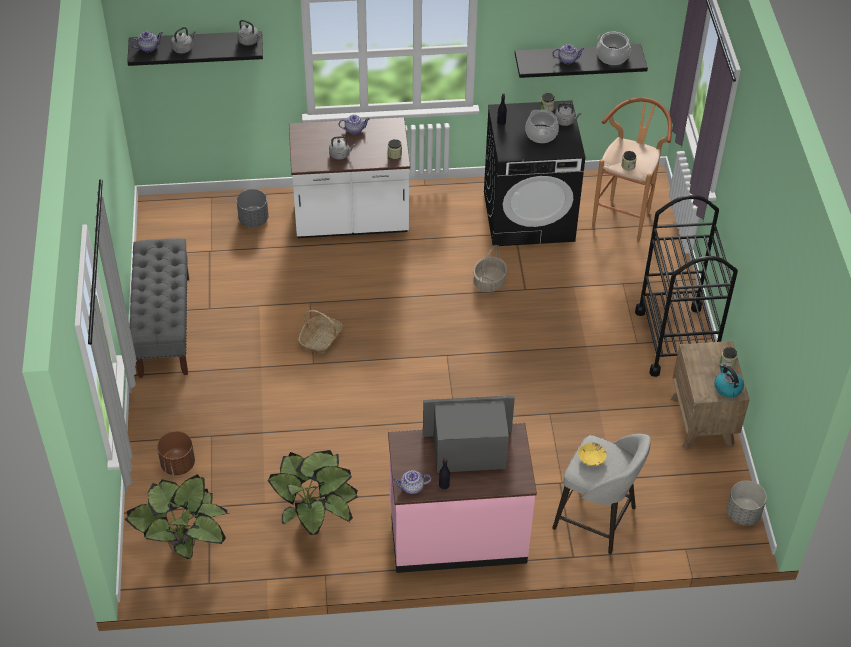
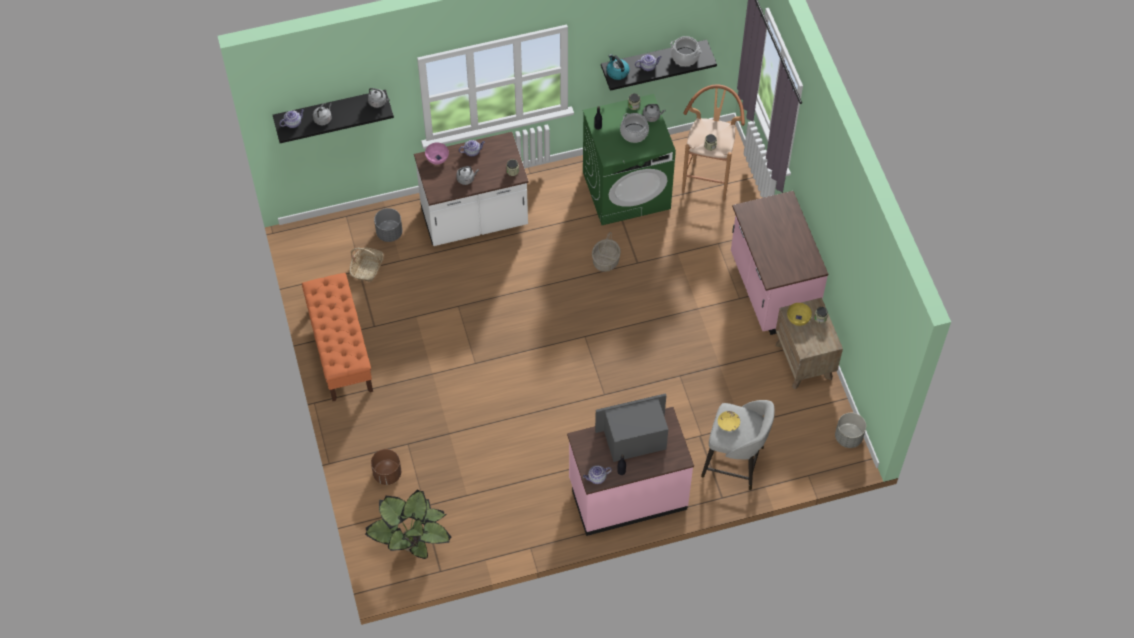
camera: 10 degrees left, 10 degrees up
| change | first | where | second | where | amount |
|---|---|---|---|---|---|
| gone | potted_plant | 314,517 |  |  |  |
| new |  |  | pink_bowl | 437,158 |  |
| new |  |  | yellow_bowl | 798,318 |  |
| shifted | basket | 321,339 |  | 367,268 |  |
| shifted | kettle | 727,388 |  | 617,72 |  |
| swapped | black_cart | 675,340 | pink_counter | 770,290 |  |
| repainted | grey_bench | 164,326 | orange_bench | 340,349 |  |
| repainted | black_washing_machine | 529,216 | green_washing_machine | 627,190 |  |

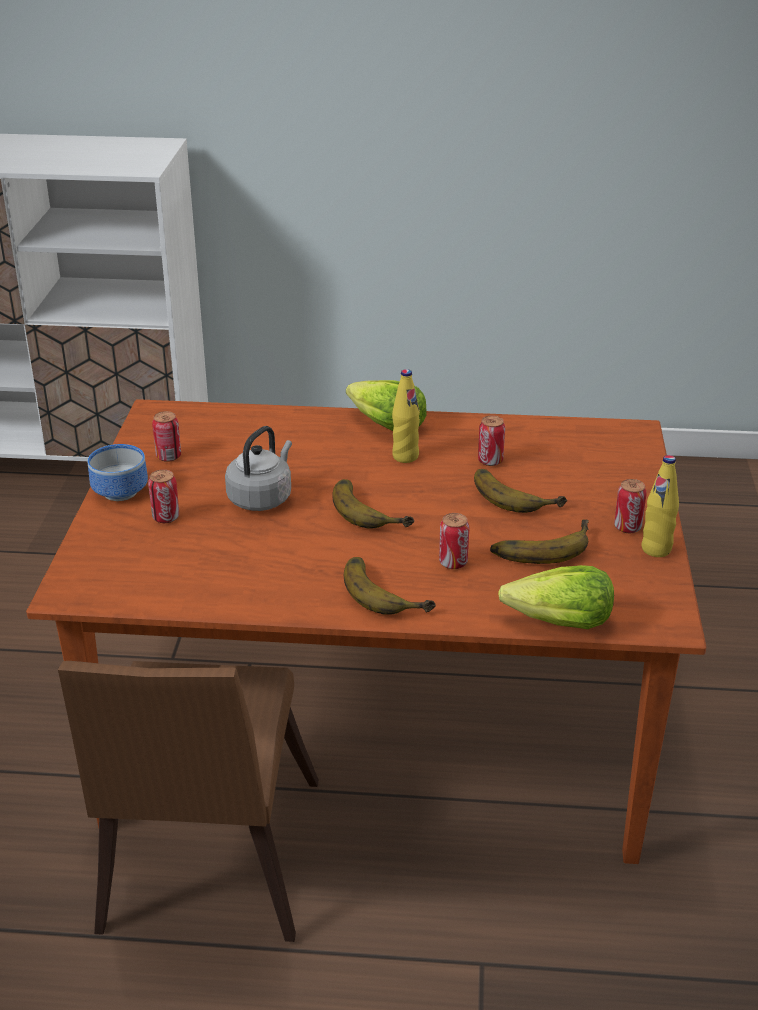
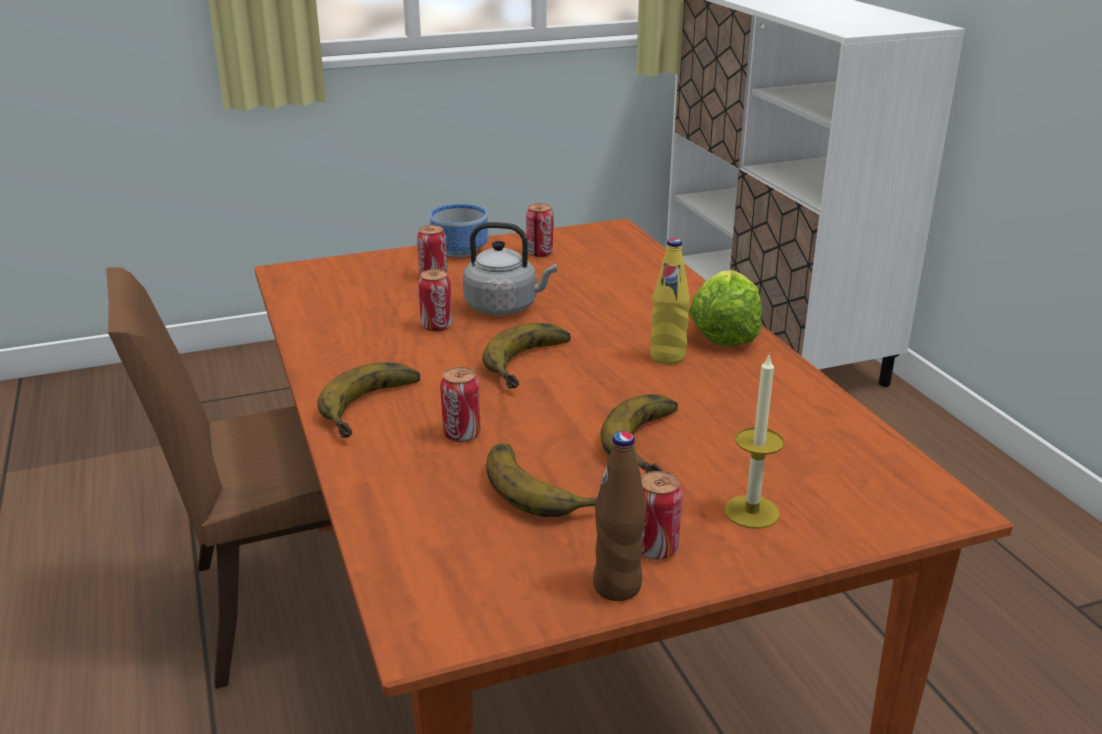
camera: 65 degrees right, 5 degrees down
| change | first | where | second | where | amount |
|---|---|---|---|---|---|
| gone | lettuce | 560,623 |  |  |  |
| new |  |  | candle | 751,512 |  |
| shifted | can | 490,461 |  | 436,326 |  |
| repainted | yellow_bottle | 656,549 | brown_bottle | 617,586 |  |

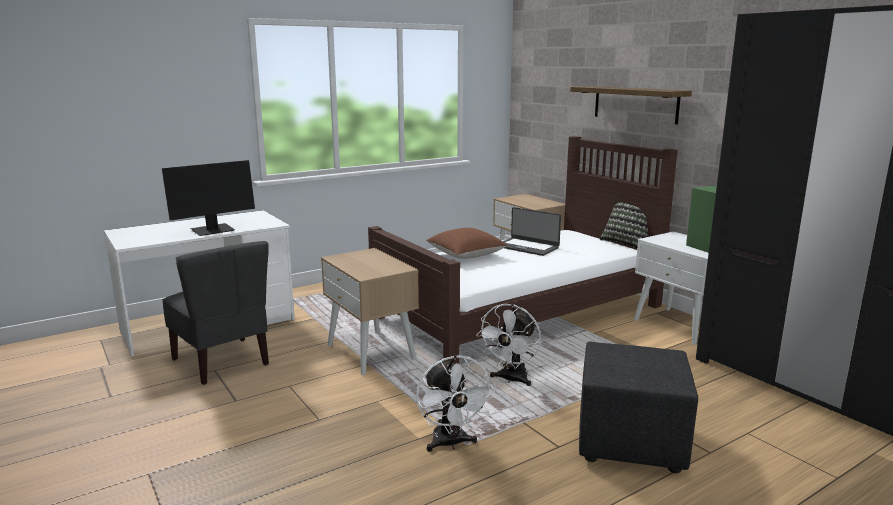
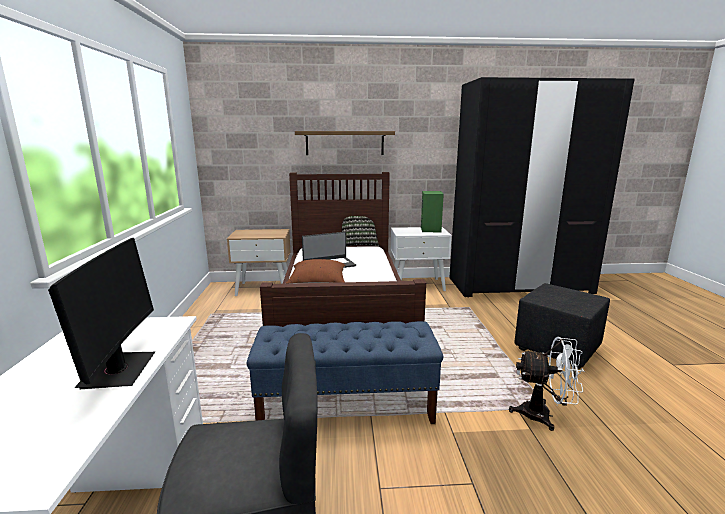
camera: 60 degrees left, 0 degrees up
| change | first | where | second | where | amount |
|---|---|---|---|---|---|
| gone | white_fan | 511,380 |  |  |  |
| swapped | beige_nightstand | 371,352 | blue_bench | 347,406 |  |

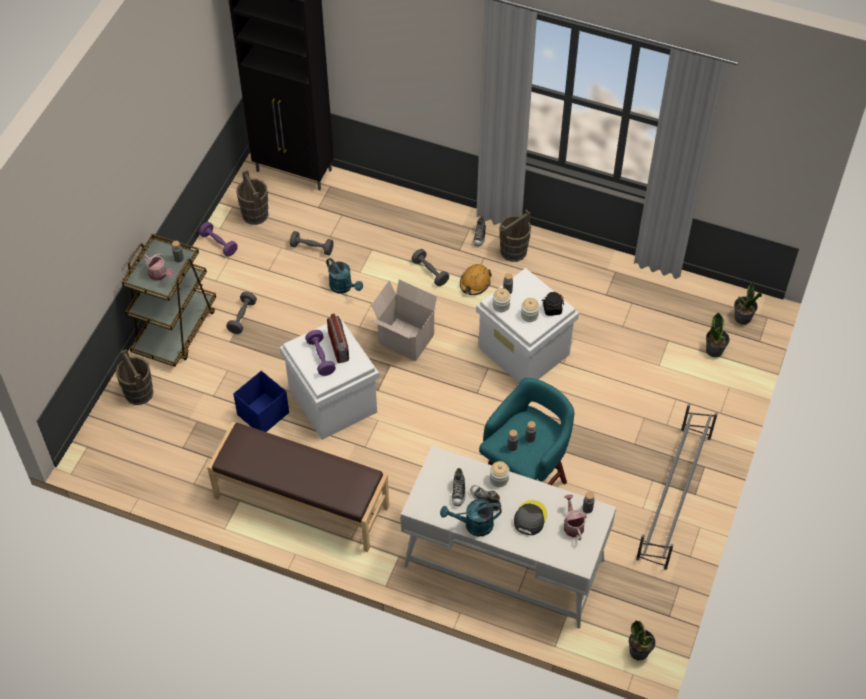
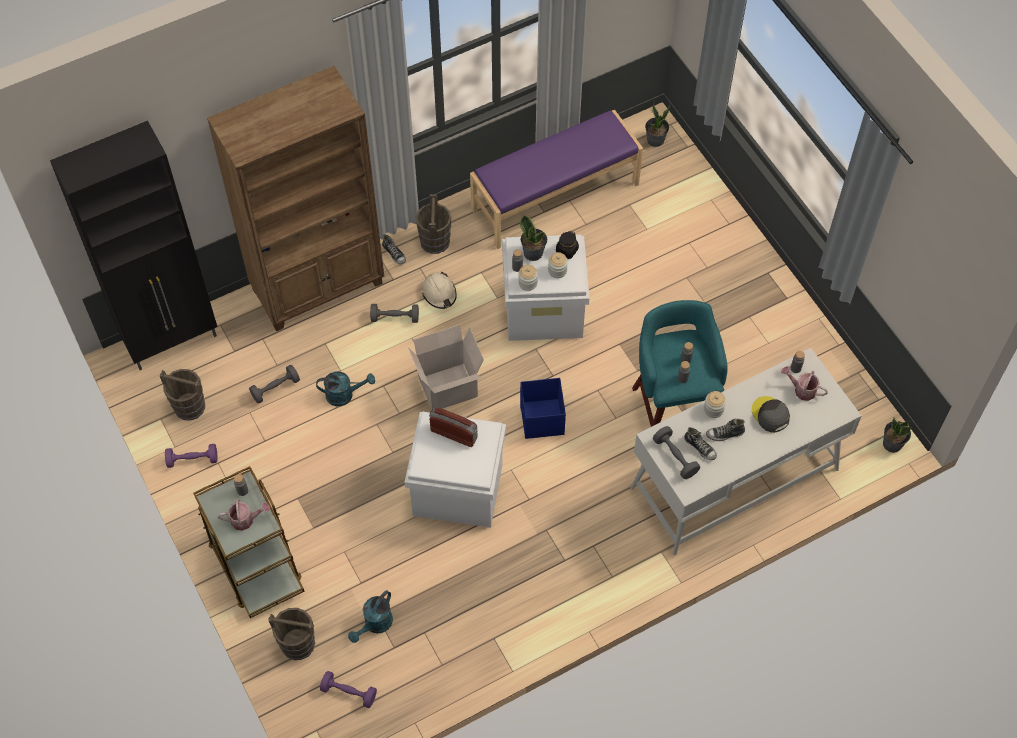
camera: 50 degrees left, 5 degrees up
| change | first | where | second | where | amount |
|---|---|---|---|---|---|
| gone | brown_bench | 301,503 |  |  |  |
| gone | grey_shoe_rack | 673,497 |  |  |  |
| new |  |  | brown_bookcase | 319,286 |  |
| new |  |  | purple_bench | 554,196 |  |
| shifted | grey_dumbbell | 242,317 |  | 675,457 |  |
| shifted | blue_storage_box | 262,414 |  | 541,419 |  |
| shifted | purple_dumbbell | 320,357 |  | 349,692 |  |
| shifted | turquoise_watering_can | 473,525 |  | 375,625 |  |
| shifted | potted_plant | 714,350 |  | 533,252 |  |
| repainted | orange_hard_hat | 475,283 | beige_hard_hat | 439,293 |  |

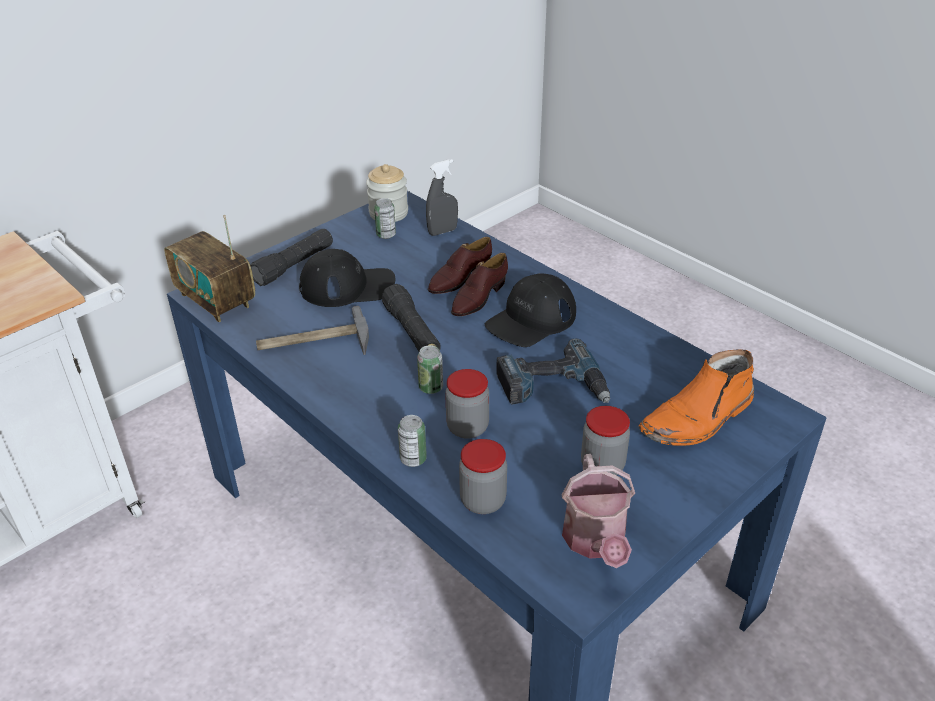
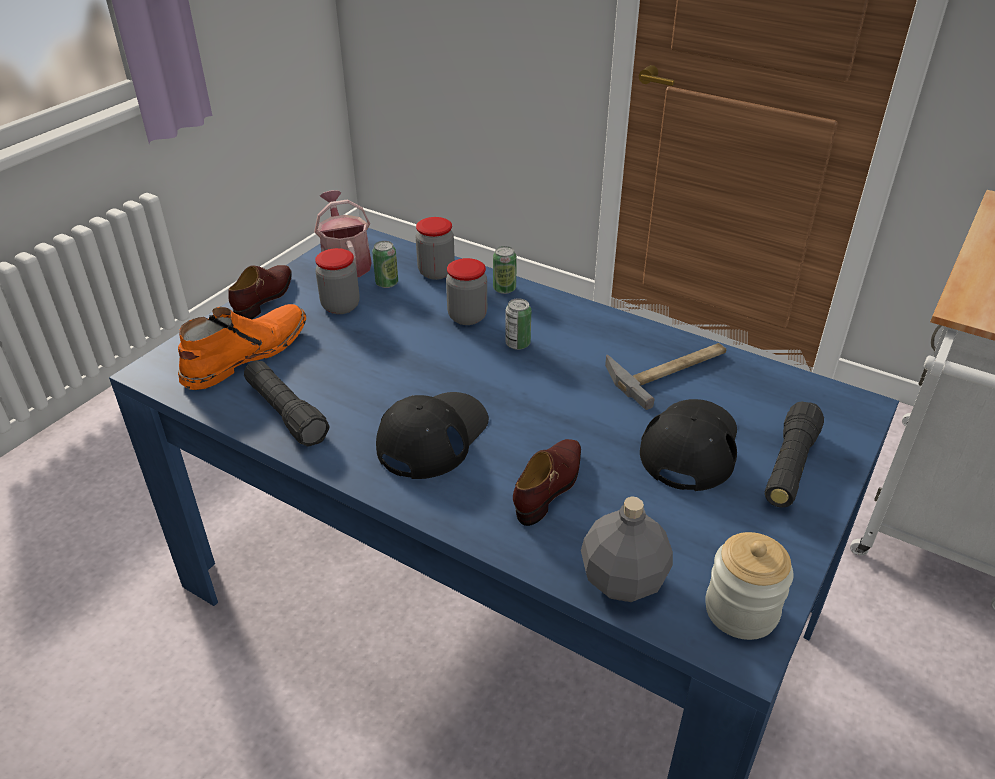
camera: 165 degrees right, 0 degrees up
| change | first | where | second | where | amount |
|---|---|---|---|---|---|
| gone | radio | 216,300 |  |  |  |
| gone | power_drill | 552,387 |  |  |  |
| shifted | can | 386,235 |  | 387,283 |  |
| shifted | black_flashlight | 412,332 |  | 286,413 |  |
| shifted | brown_shoe | 478,297 |  | 265,298 |  |
| swapped | grey_spray_bottle | 442,231 | grey_bottle | 621,579 |  |
| rotated | black_cap | 347,286 |  | 690,446 | 135 degrees clockwise |

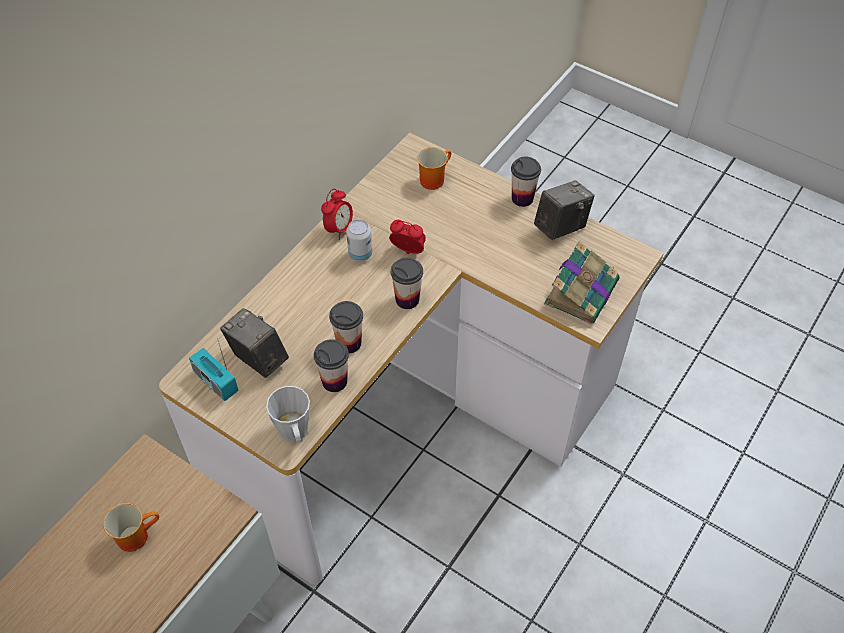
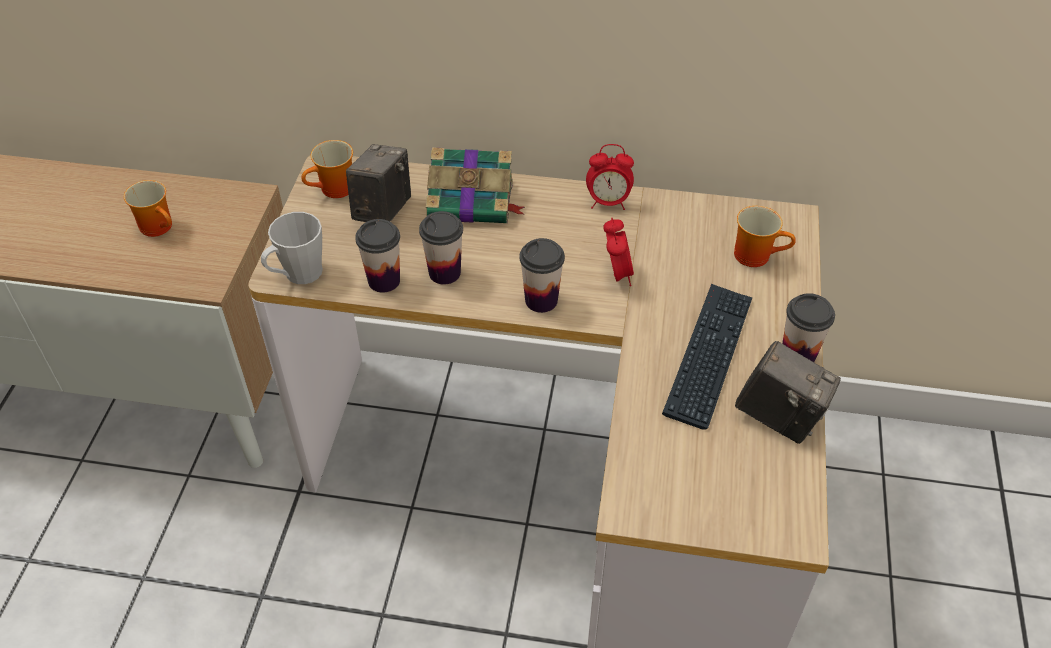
camera: 65 degrees right, 5 degrees down
| change | first | where | second | where | amount |
|---|---|---|---|---|---|
| gone | can | 360,254 |  |  |  |
| new |  |  | keyboard | 708,355 |  |
| shifted | book | 582,291 |  | 473,201 |  |
| swapped | radio | 216,382 | mug | 335,190 |  |

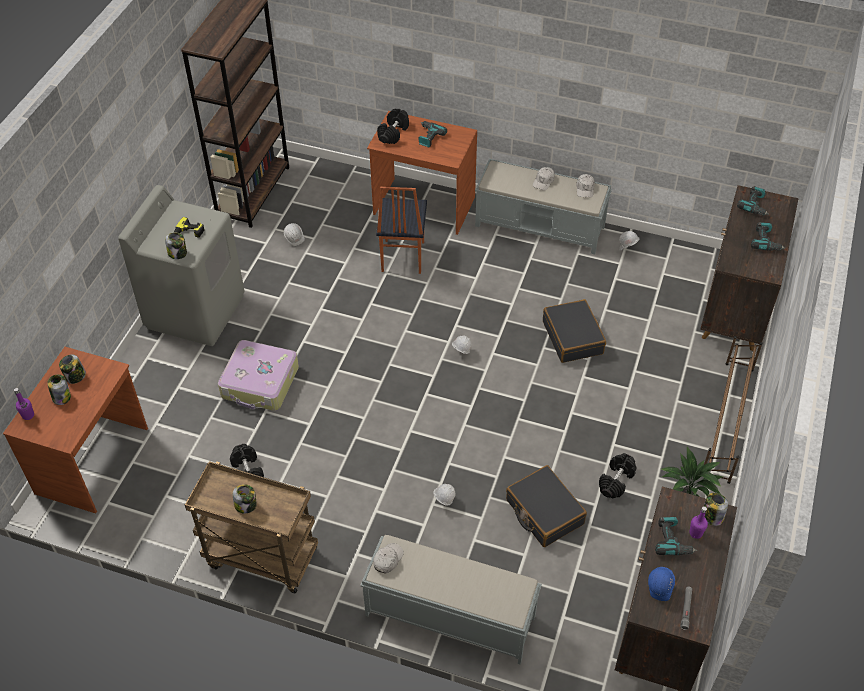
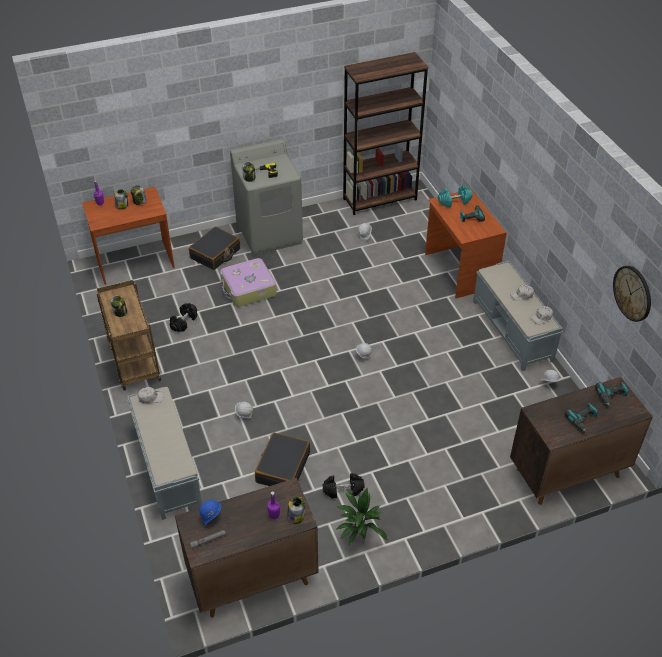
camera: 50 degrees right, 5 degrees down
| change | first | where | second | where | amount |
|---|---|---|---|---|---|
| gone | chair | 402,257 |  |  |  |
| gone | power_drill | 672,541 |  |  |  |
| gone | brown_shoe_rack | 727,421 |  |  |  |
| new |  |  | wall_clock | 632,293 |  |
| shifted | black_suitcase | 573,337 |  | 215,254 |  |
| repainted | black_dumbbell | 393,133 | turquoise_dumbbell | 454,202 |  |

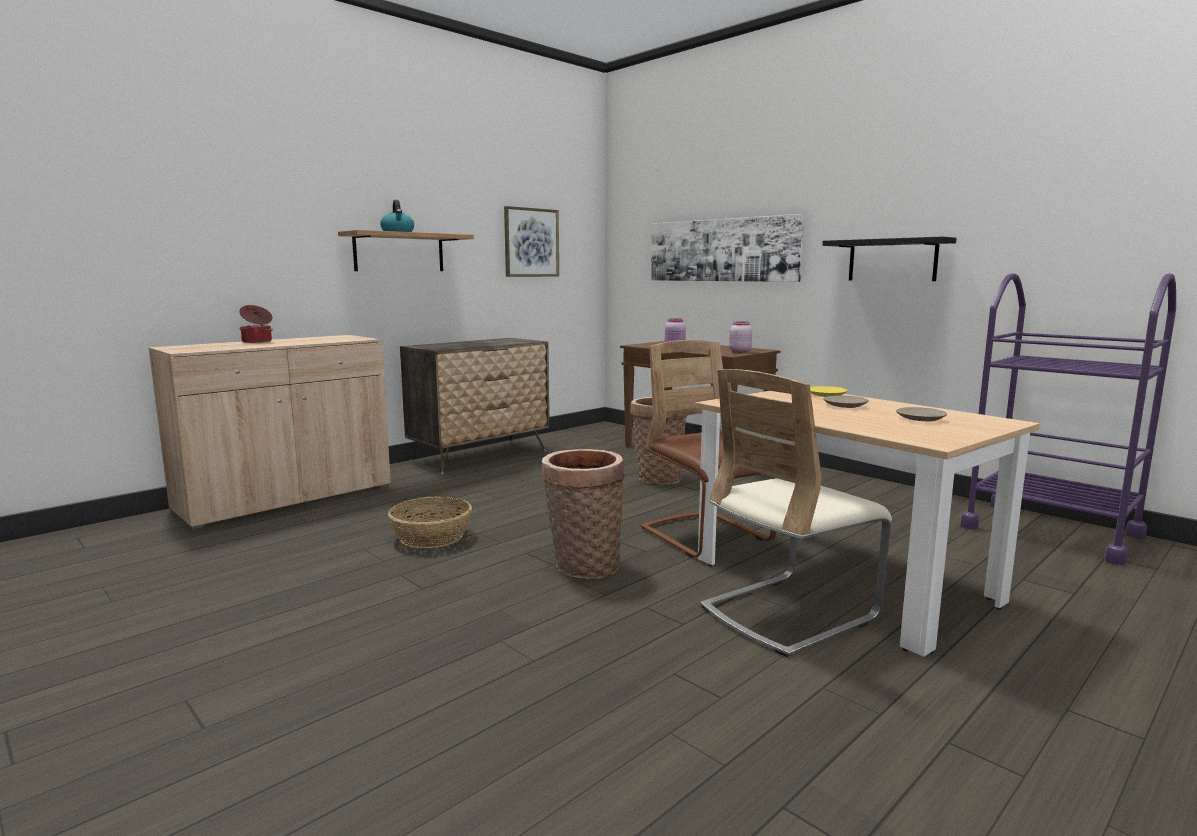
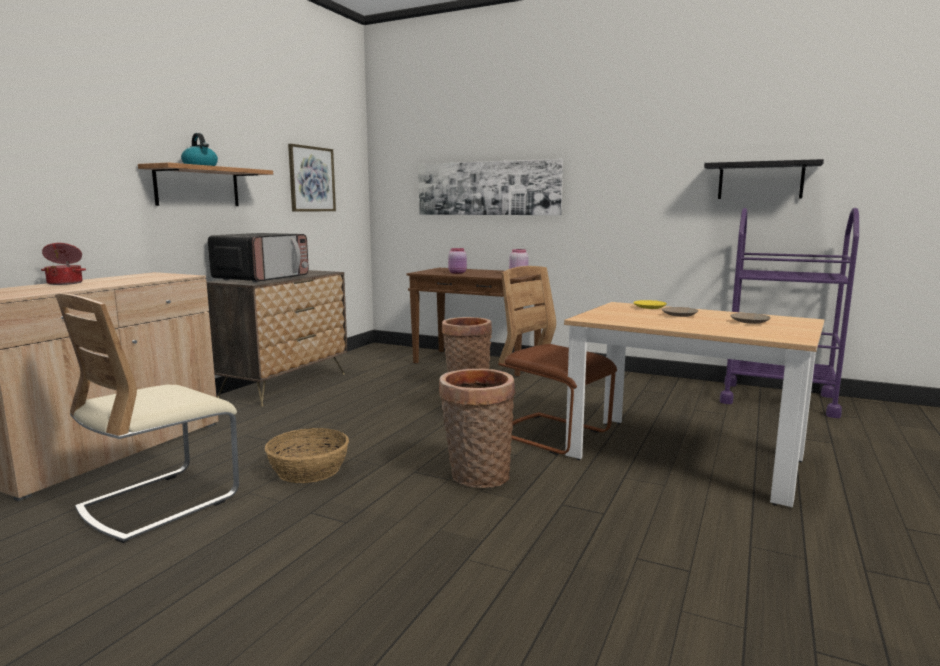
camera: 20 degrees left, 0 degrees up
| change | first | where | second | where | amount |
|---|---|---|---|---|---|
| new |  |  | microwave | 262,278 |  |
| shifted | beige_chair | 788,613 |  | 159,502 |  |
| shifted | black_shelf | 892,260 |  | 760,181 |  |

